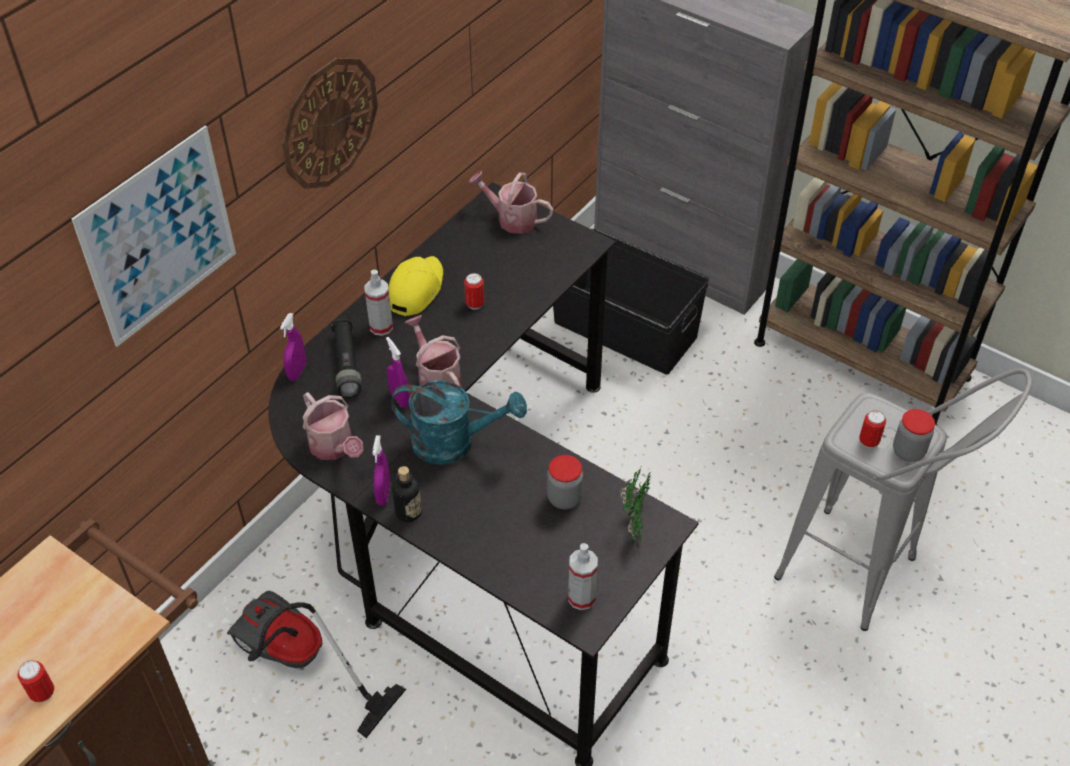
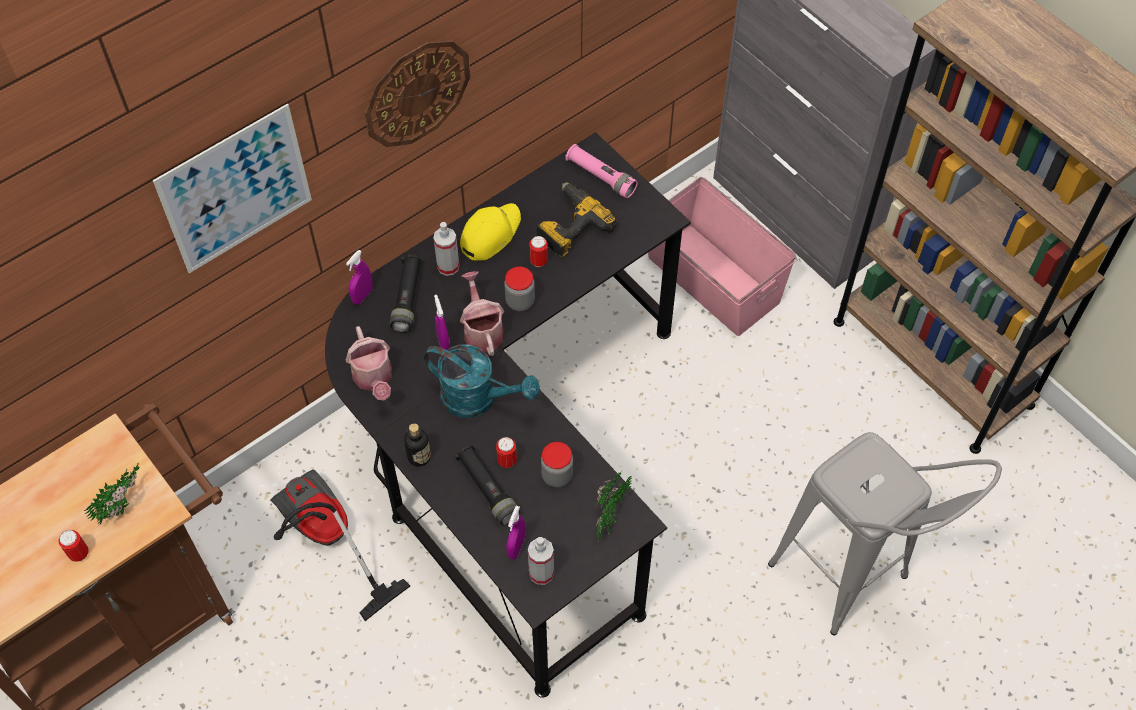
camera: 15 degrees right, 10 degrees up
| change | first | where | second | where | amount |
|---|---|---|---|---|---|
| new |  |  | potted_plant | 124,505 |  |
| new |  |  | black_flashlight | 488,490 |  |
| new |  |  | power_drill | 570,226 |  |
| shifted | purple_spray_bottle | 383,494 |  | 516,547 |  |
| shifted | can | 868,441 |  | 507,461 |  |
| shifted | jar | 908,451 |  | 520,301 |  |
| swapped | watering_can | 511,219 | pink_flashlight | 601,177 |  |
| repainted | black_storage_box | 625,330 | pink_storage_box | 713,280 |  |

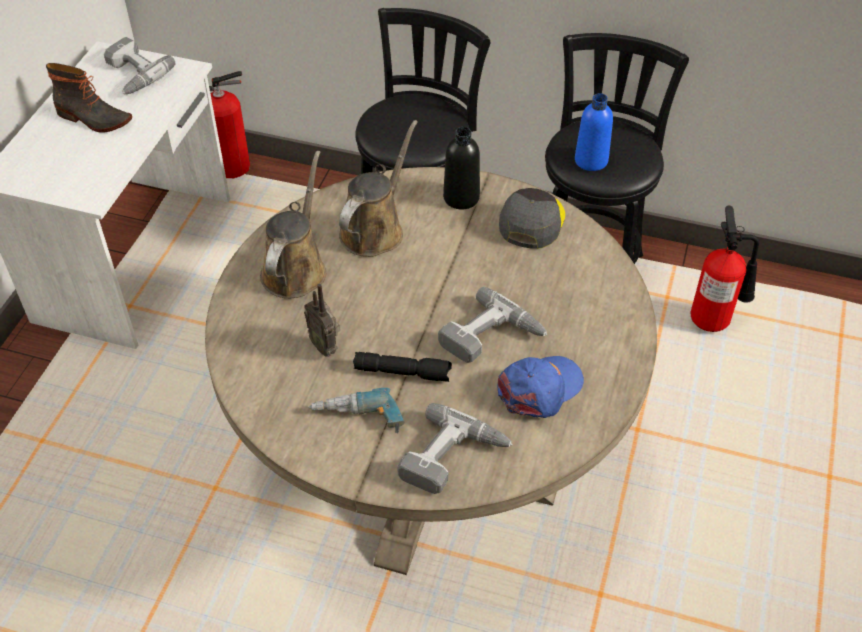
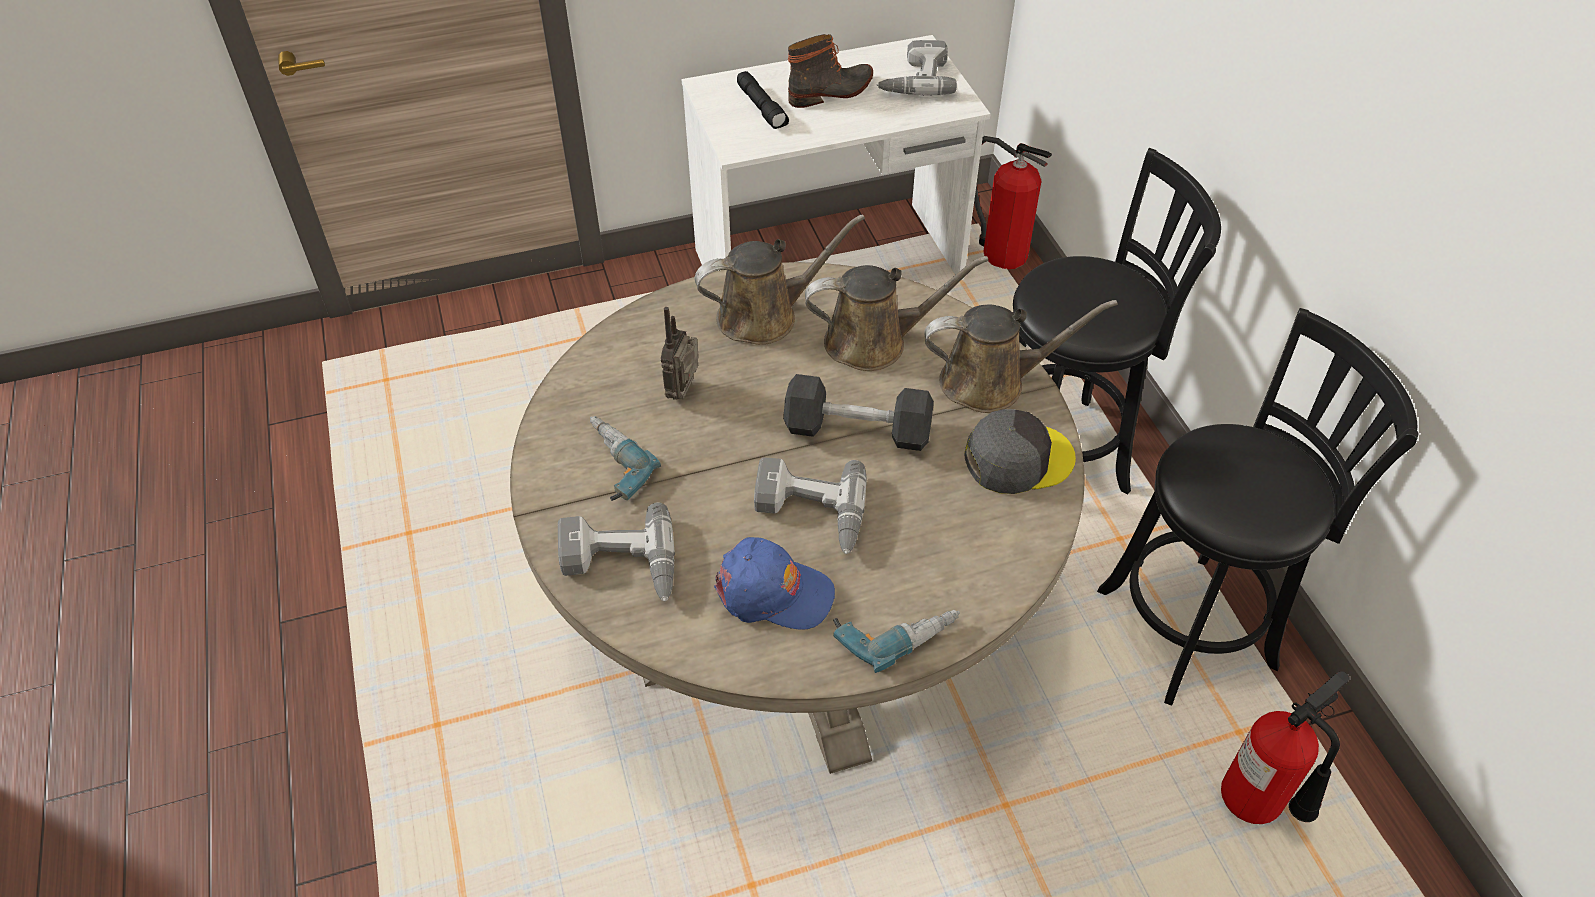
camera: 55 degrees right, 0 degrees up
| change | first | where | second | where | amount |
|---|---|---|---|---|---|
| gone | blue_bottle | 591,160 |  |  |  |
| new |  |  | black_dumbbell | 857,430 |  |
| new |  |  | power_drill | 895,630 |  |
| shifted | black_flashlight | 403,372 |  | 762,108 |  |
| swapped | black_bottle | 461,197 | brown_watering_can | 991,382 |  |
| rotated | boot | 93,119 |  | 831,92 | 105 degrees counterclockwise |

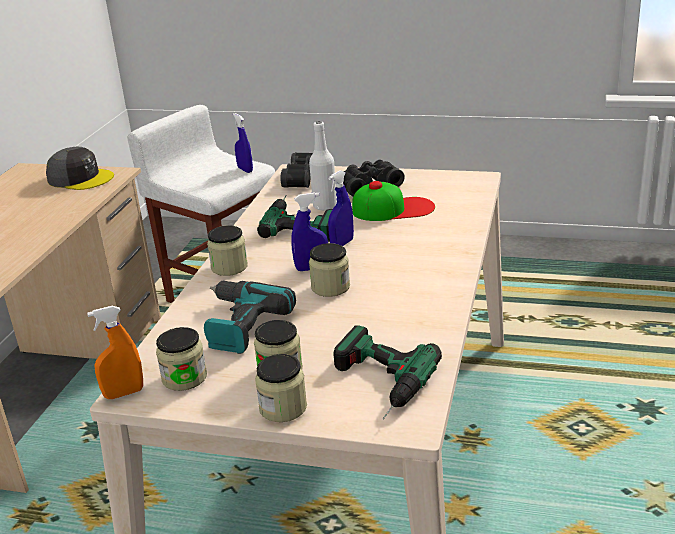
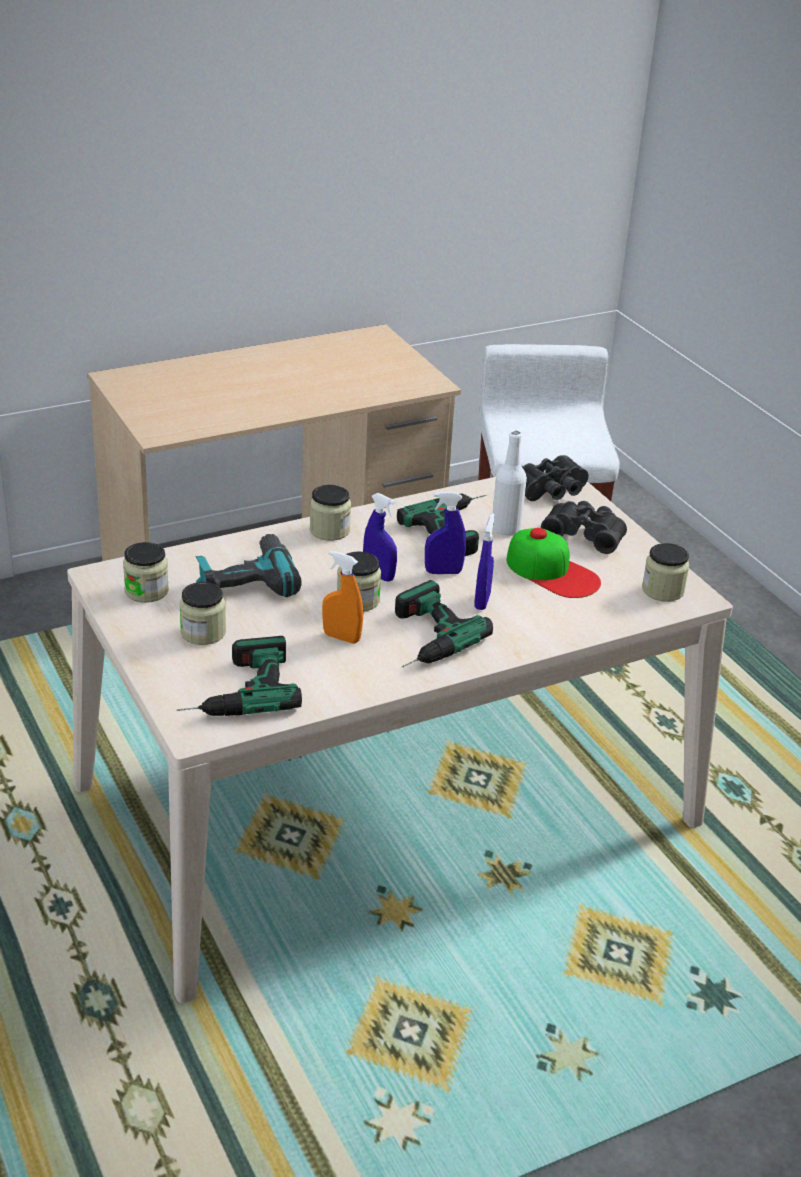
camera: 45 degrees right, 5 degrees up
| change | first | where | second | where | amount |
|---|---|---|---|---|---|
| gone | grey_cap | 80,178 |  |  |  |
| new |  |  | power_drill | 421,638 |  |
| shifted | orange_spray_bottle | 124,393 |  | 341,637 |  |
| shifted | blue_spray_bottle | 245,170 |  | 482,601 |  |
| shifted | jar | 283,408 |  | 662,590 |  |

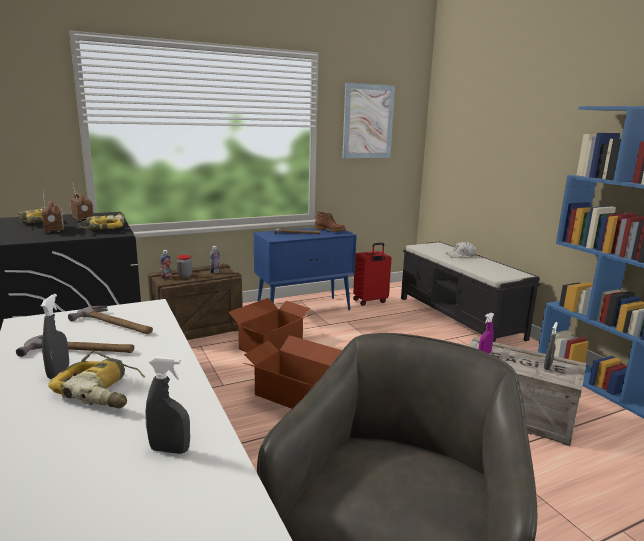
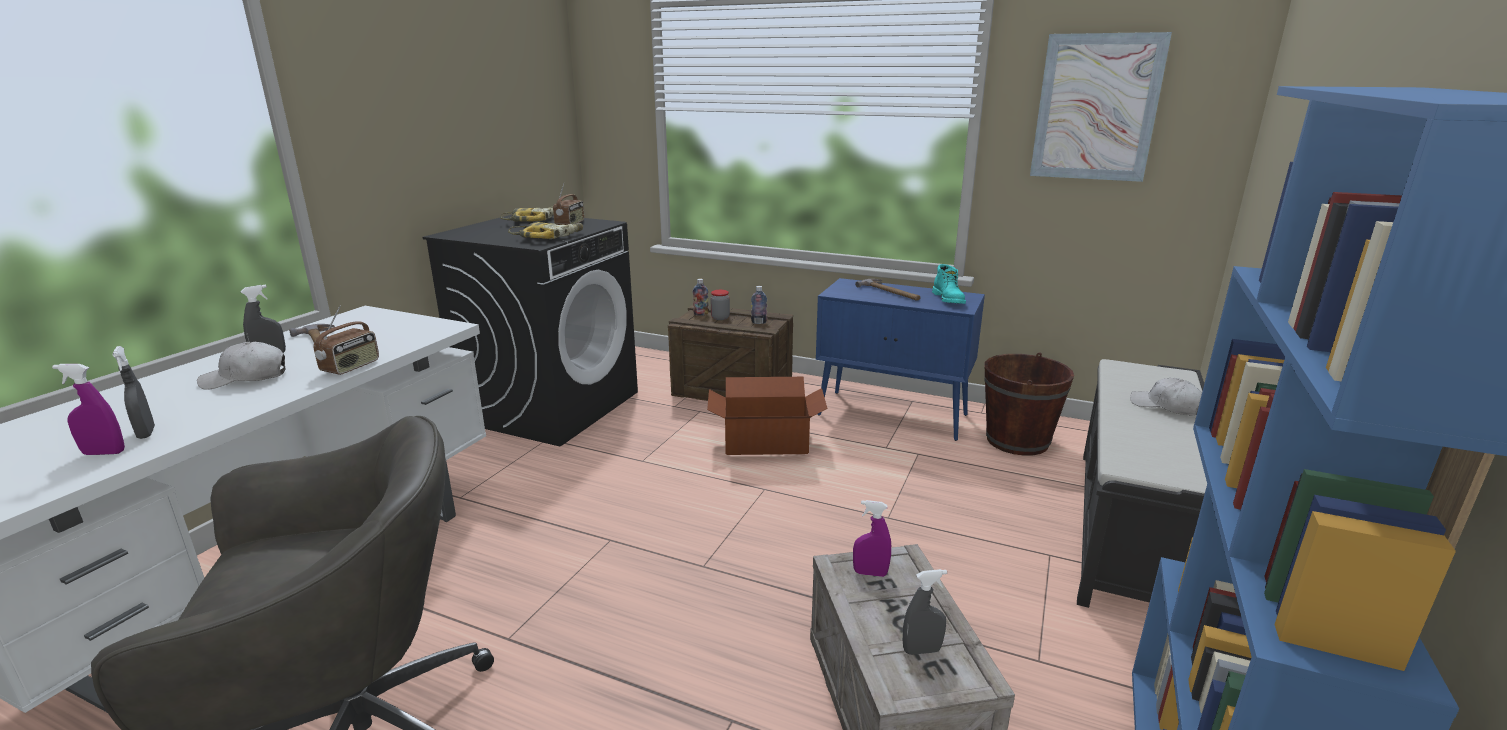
camera: 50 degrees right, 5 degrees up
| change | first | where | second | where | amount |
|---|---|---|---|---|---|
| gone | hammer | 115,324 |  |  |  |
| gone | cardboard_box | 294,395 |  |  |  |
| new |  |  | purple_spray_bottle | 104,453 |  |
| shifted | radio | 55,229 |  | 351,367 |  |
| swapped | power_drill | 103,389 | white_cap | 246,378 |  |
| swapped | red_suitcase | 370,301 | brown_bucket | 1017,441 |  |
| repainted | brown_boot | 330,231 | turquoise_boot | 949,299 |  |

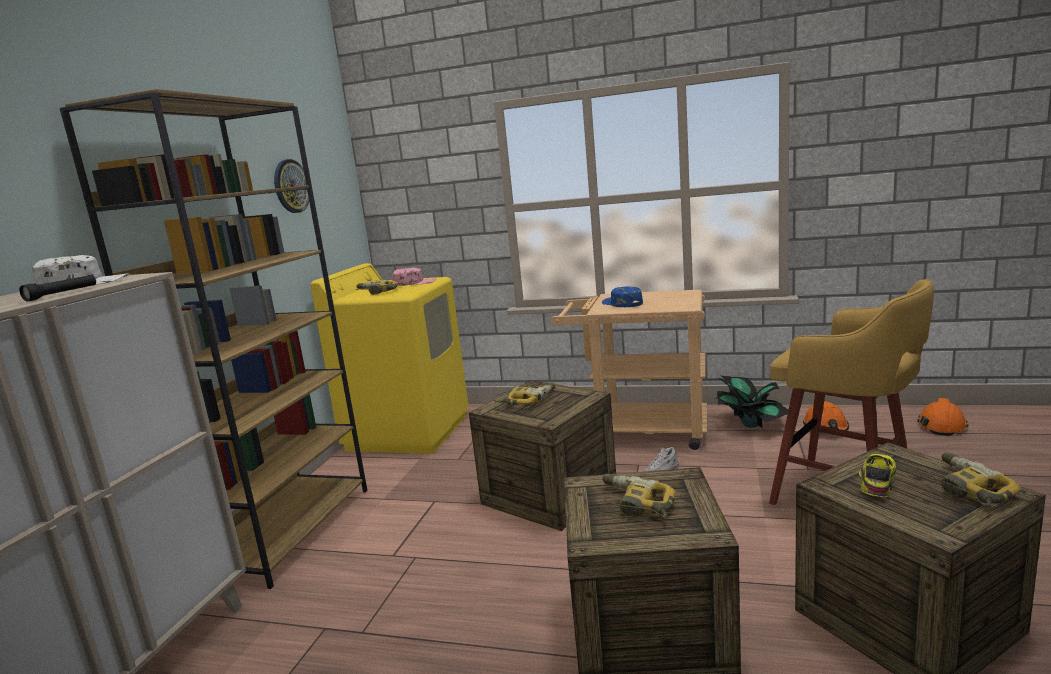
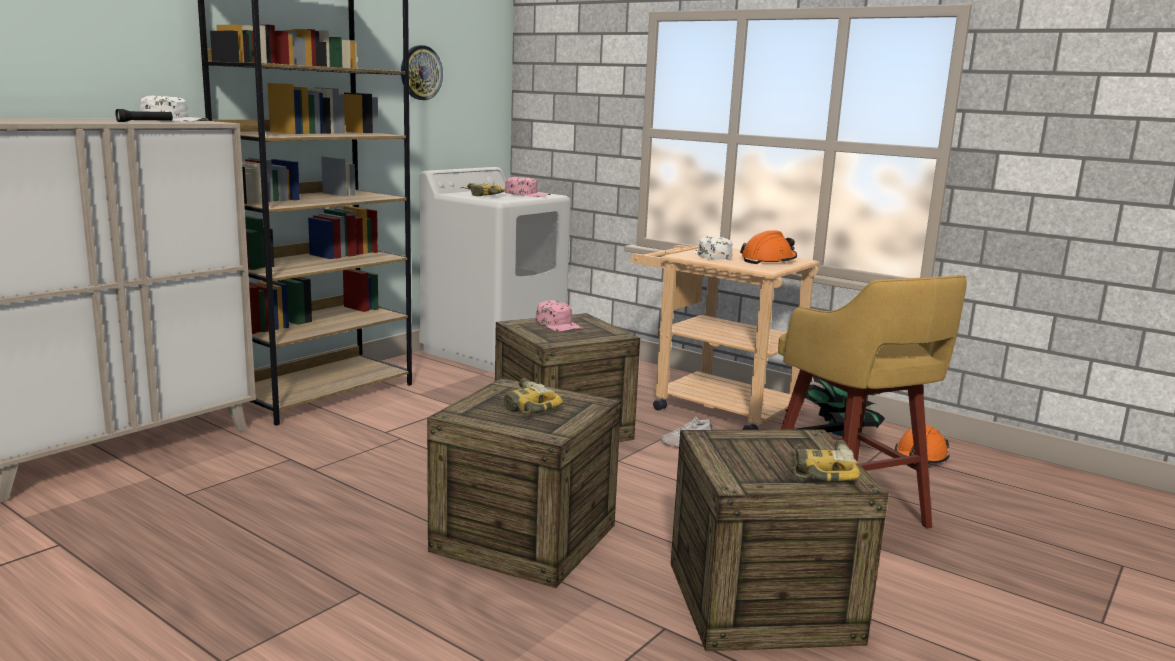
camera: 20 degrees right, 0 degrees up
| change | first | where | second | where | amount |
|---|---|---|---|---|---|
| gone | yellow_shoe | 876,482 |  |  |  |
| shifted | orange_hard_hat | 941,425 |  | 768,260 |  |
| swapped | power_drill | 527,399 | pink_cap | 559,324 |  |
| repainted | yellow_washing_machine | 408,431 | white_washing_machine | 494,351 |  |
| repainted | blue_cap | 622,303 | white_cap | 711,255 |  |

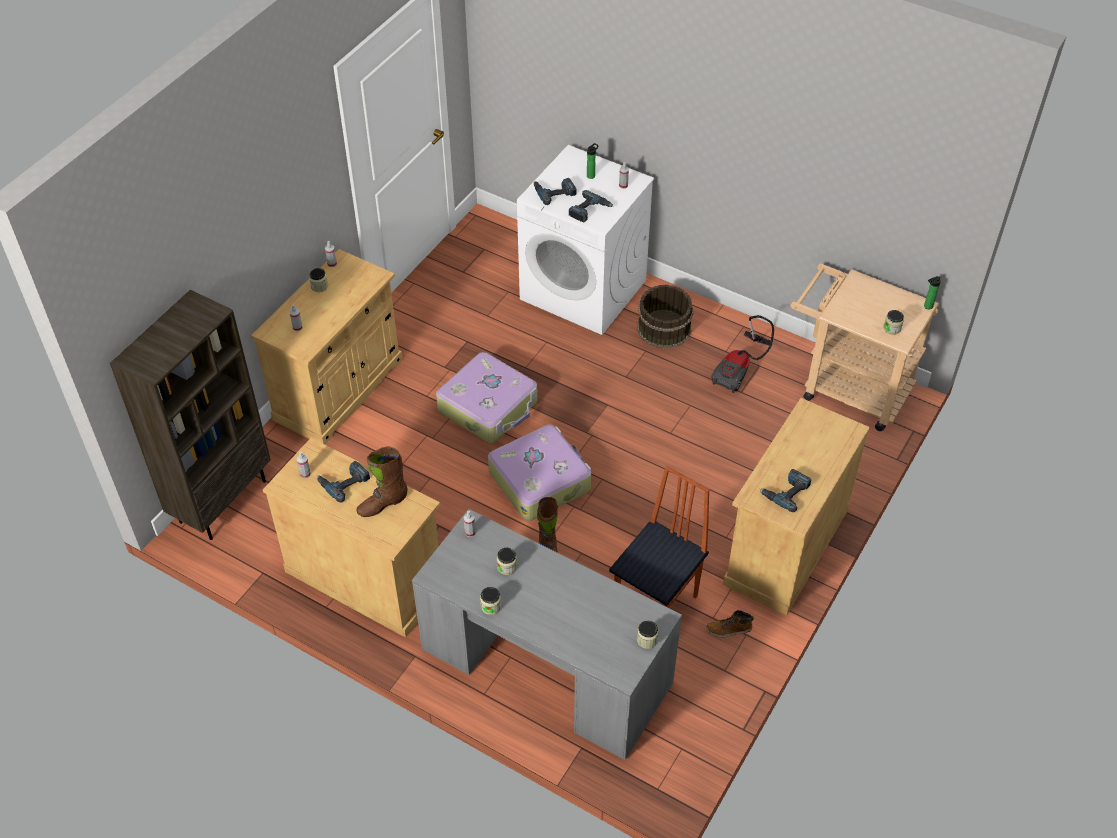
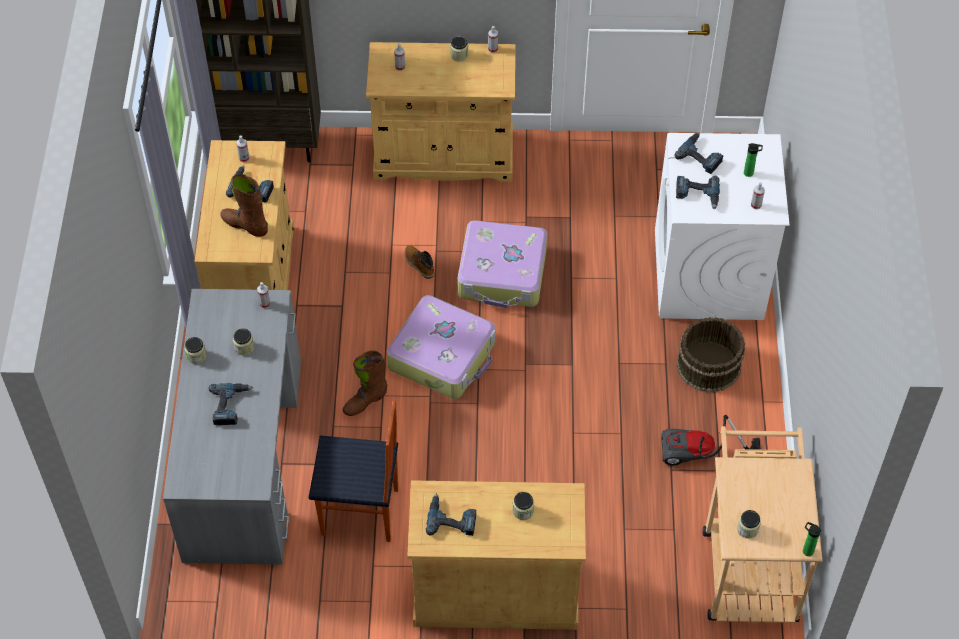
camera: 60 degrees right, 5 degrees up
| change | first | where | second | where | amount |
|---|---|---|---|---|---|
| new |  |  | power_drill | 230,405 |  |
| shifted | jar | 647,640 |  | 523,511 |  |
| shifted | boot | 728,629 |  | 419,264 |  |

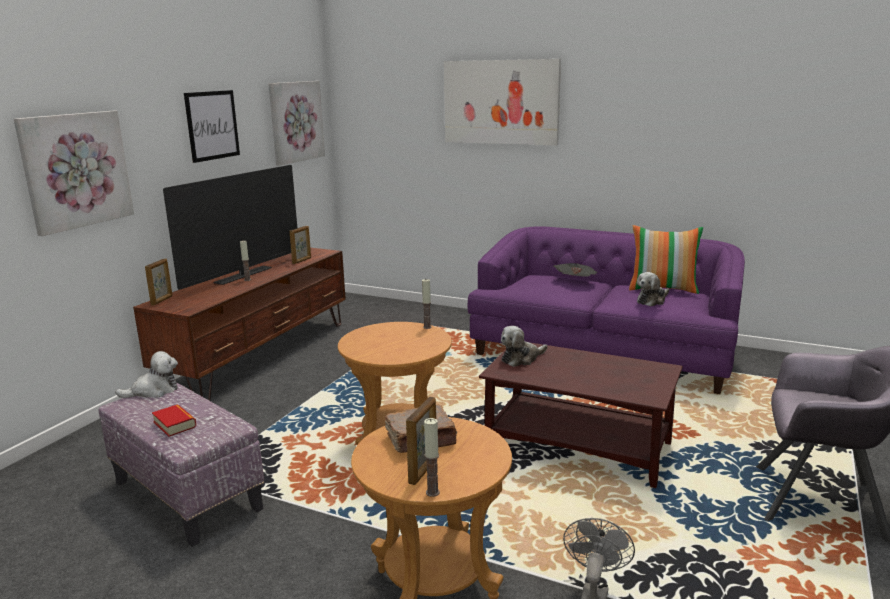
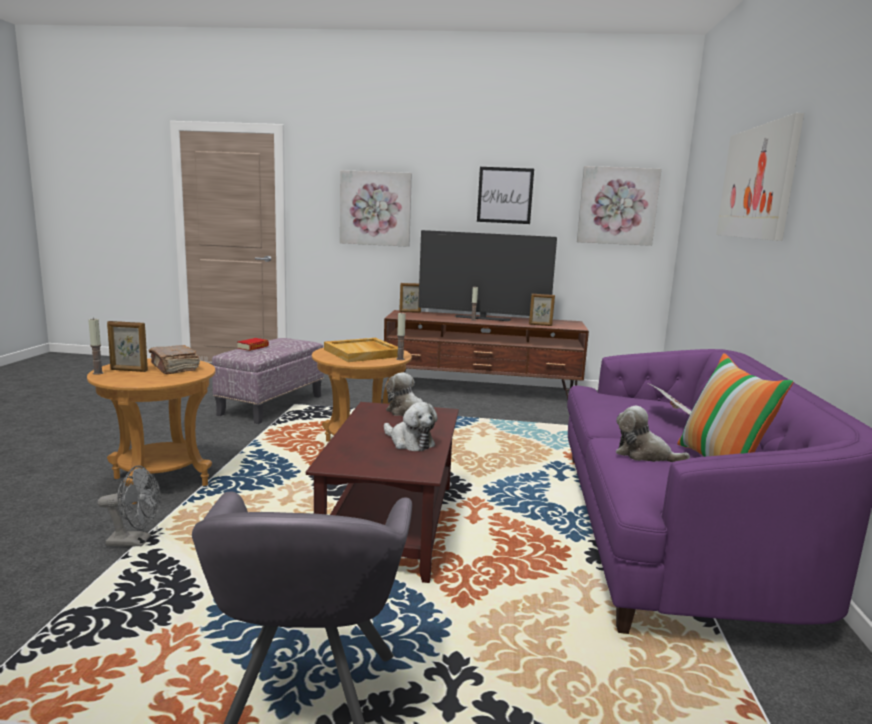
camera: 70 degrees right, 5 degrees down
| change | first | where | second | where | amount |
|---|---|---|---|---|---|
| new |  |  | beige_tray | 363,353 |  |
| shifted | plush_toy | 154,391 |  | 409,442 |  |

